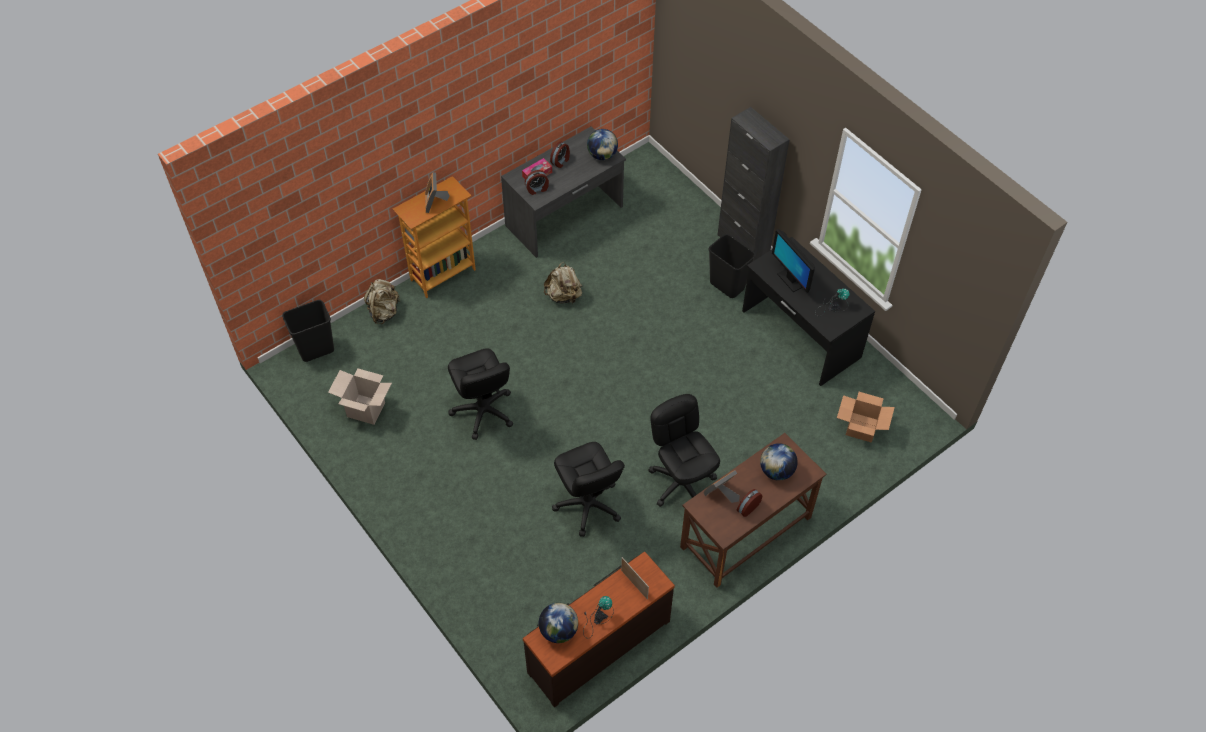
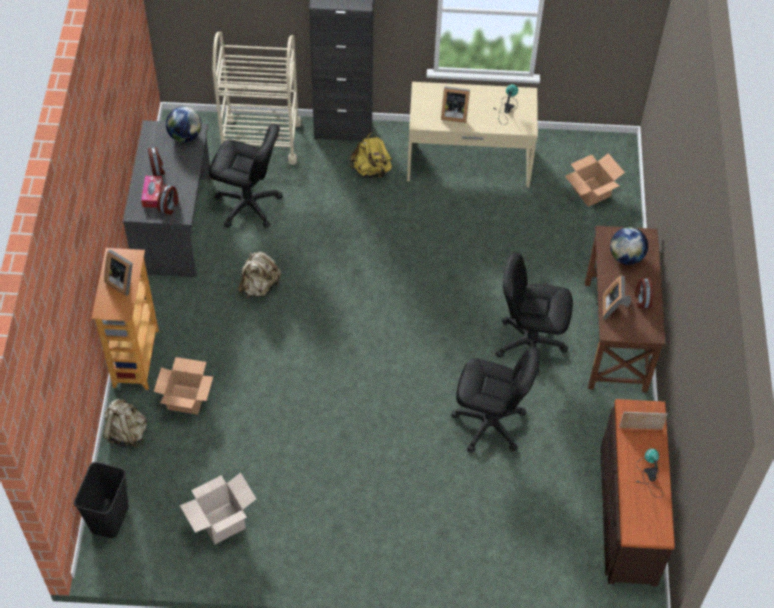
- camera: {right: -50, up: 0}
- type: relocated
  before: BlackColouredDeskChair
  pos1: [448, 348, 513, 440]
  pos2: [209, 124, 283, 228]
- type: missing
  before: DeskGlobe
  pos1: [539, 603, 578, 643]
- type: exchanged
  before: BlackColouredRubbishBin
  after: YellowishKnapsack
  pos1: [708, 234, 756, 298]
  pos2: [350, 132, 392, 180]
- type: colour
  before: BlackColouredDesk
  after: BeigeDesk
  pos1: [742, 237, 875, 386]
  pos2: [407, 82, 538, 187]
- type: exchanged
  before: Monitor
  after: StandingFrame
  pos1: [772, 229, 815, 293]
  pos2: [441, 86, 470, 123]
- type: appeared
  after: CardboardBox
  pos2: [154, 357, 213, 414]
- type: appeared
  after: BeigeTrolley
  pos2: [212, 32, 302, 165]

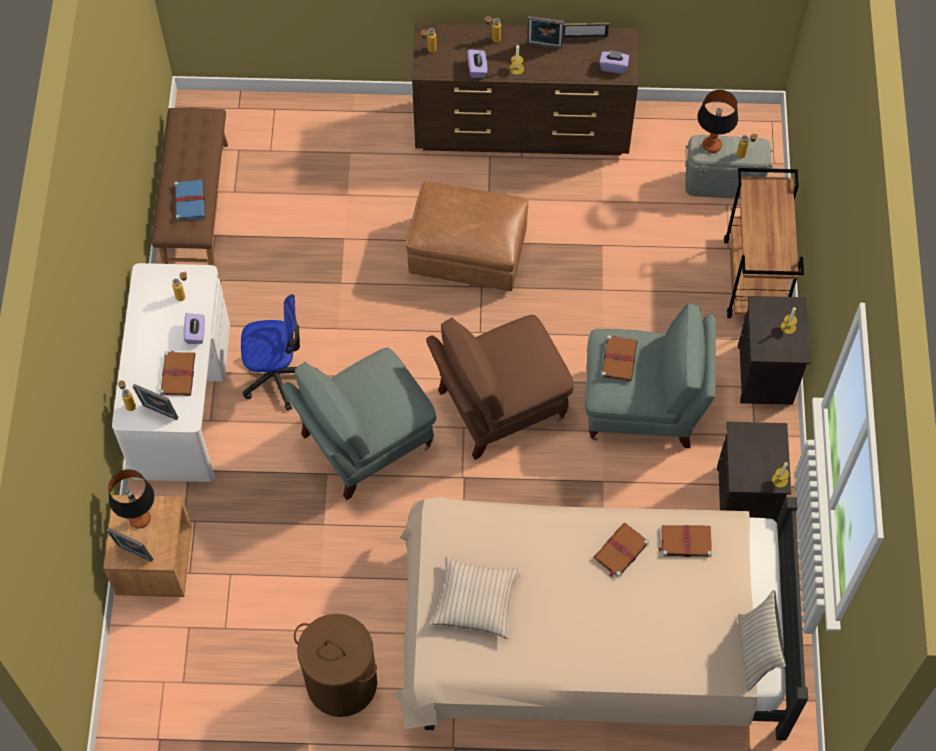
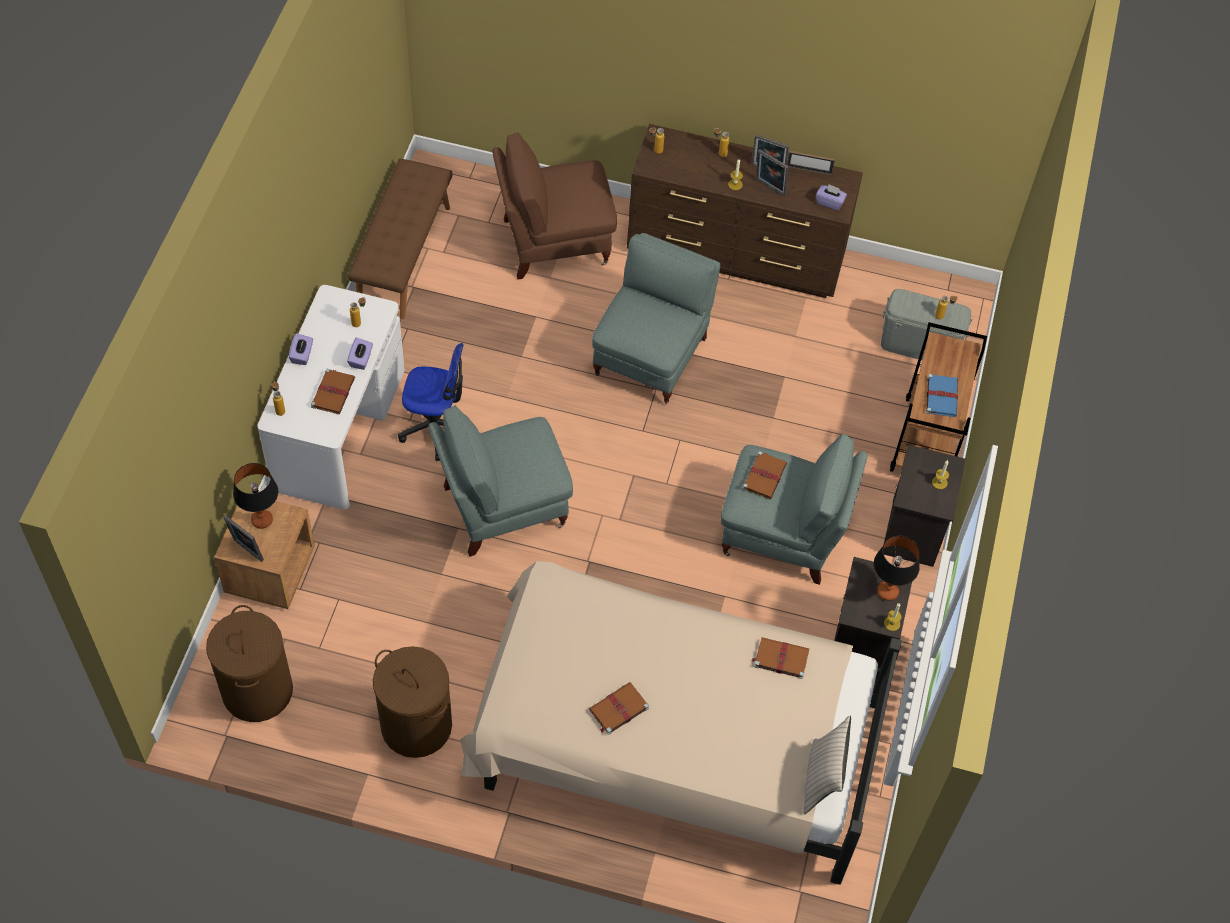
- camera: {right: 10, up: -5}
- type: relocated
  before: StandingFrame
  pos1: [133, 384, 178, 420]
  pos2: [756, 149, 789, 196]
- type: relocated
  before: BluishBook
  pos1: [175, 180, 205, 221]
  pos2: [926, 374, 958, 417]
- type: exchanged
  before: BrownishFootrest
  after: GreyEasyChair
  pos1: [406, 181, 528, 291]
  pos2: [592, 233, 720, 404]
- type: relocated
  before: BrownishEasyChair
  pos1: [426, 315, 574, 460]
  pos2: [492, 132, 617, 280]
- type: missing
  before: BeigePillow
  pos1: [430, 557, 521, 639]
- type: relocated
  before: PurpleBoxOfTissues
  pos1: [467, 49, 487, 78]
  pos2: [289, 333, 313, 365]
- type: relocated
  before: BrownishBook
  pos1: [594, 523, 649, 578]
  pos2: [589, 682, 649, 735]
- type: relocated
  before: LampForATable
  pos1: [697, 90, 738, 153]
  pos2: [874, 536, 920, 601]
- type: appeared
  after: BrownishLaundryBasket
  pos2: [206, 605, 293, 722]

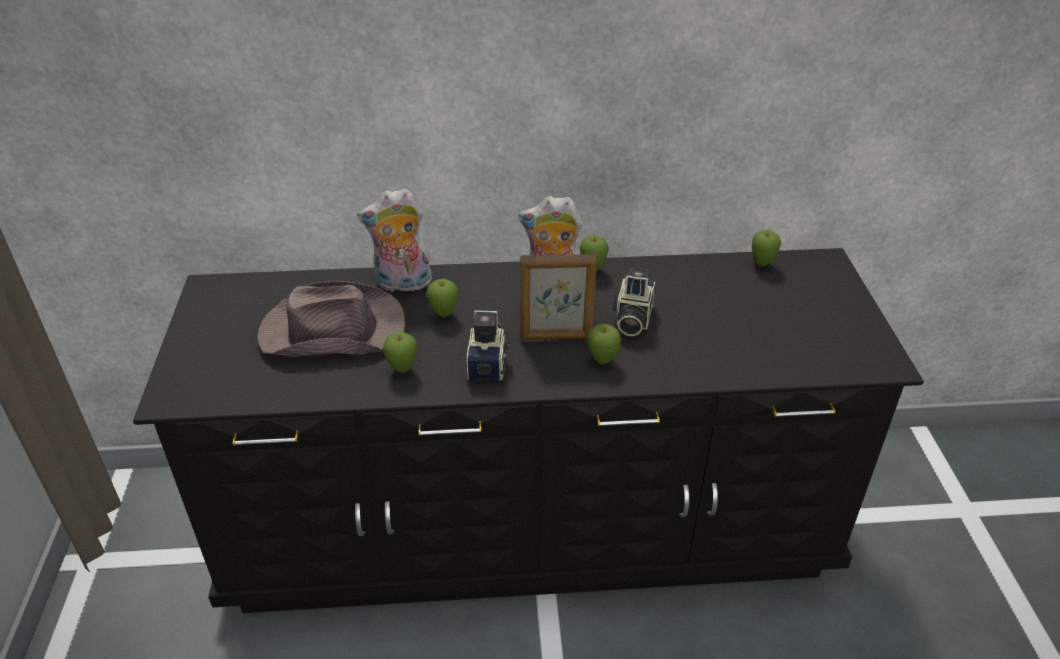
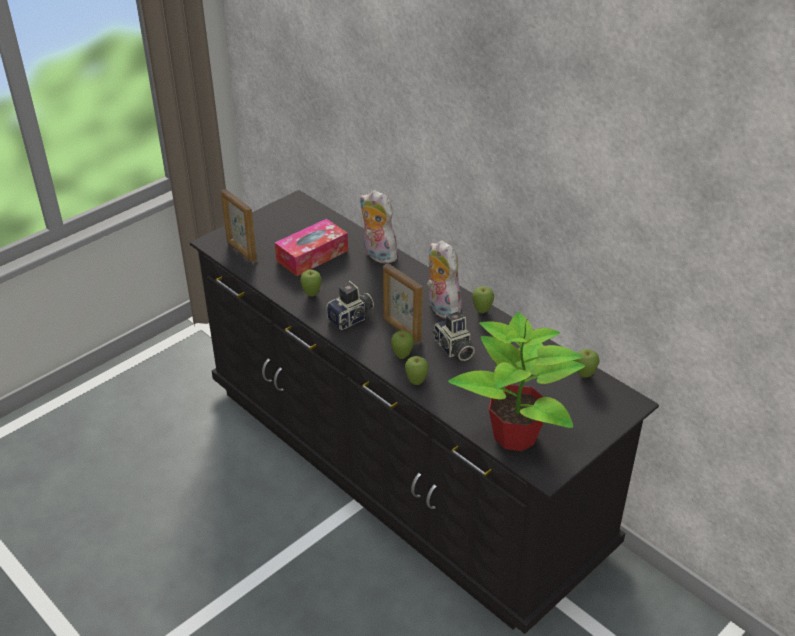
- camera: {right: 50, up: 0}
- type: exchanged
  before: BrownishHat
  after: BoxOfTissues
  pos1: [257, 281, 405, 357]
  pos2: [275, 219, 348, 276]
- type: relocated
  before: AppleFruit
  pos1: [426, 279, 459, 317]
  pos2: [405, 356, 429, 385]
- type: spun
  before: PhotoCamera
  pos1: [612, 268, 655, 336]
  pos2: [432, 312, 475, 361]
  turn: -90
- type: appeared
  after: StandingFrame
  pos2: [221, 189, 257, 262]
- type: appeared
  after: Houseplant
  pos2: [448, 312, 585, 451]

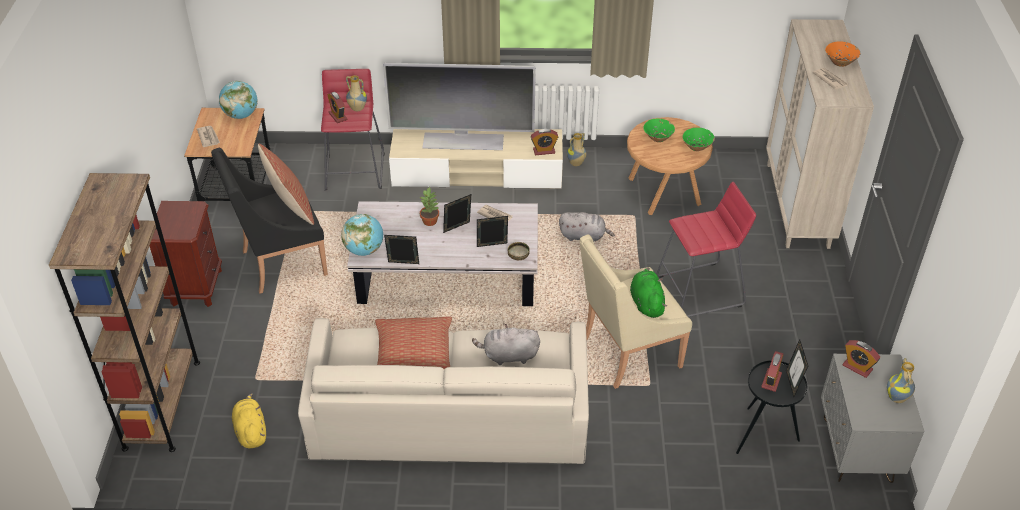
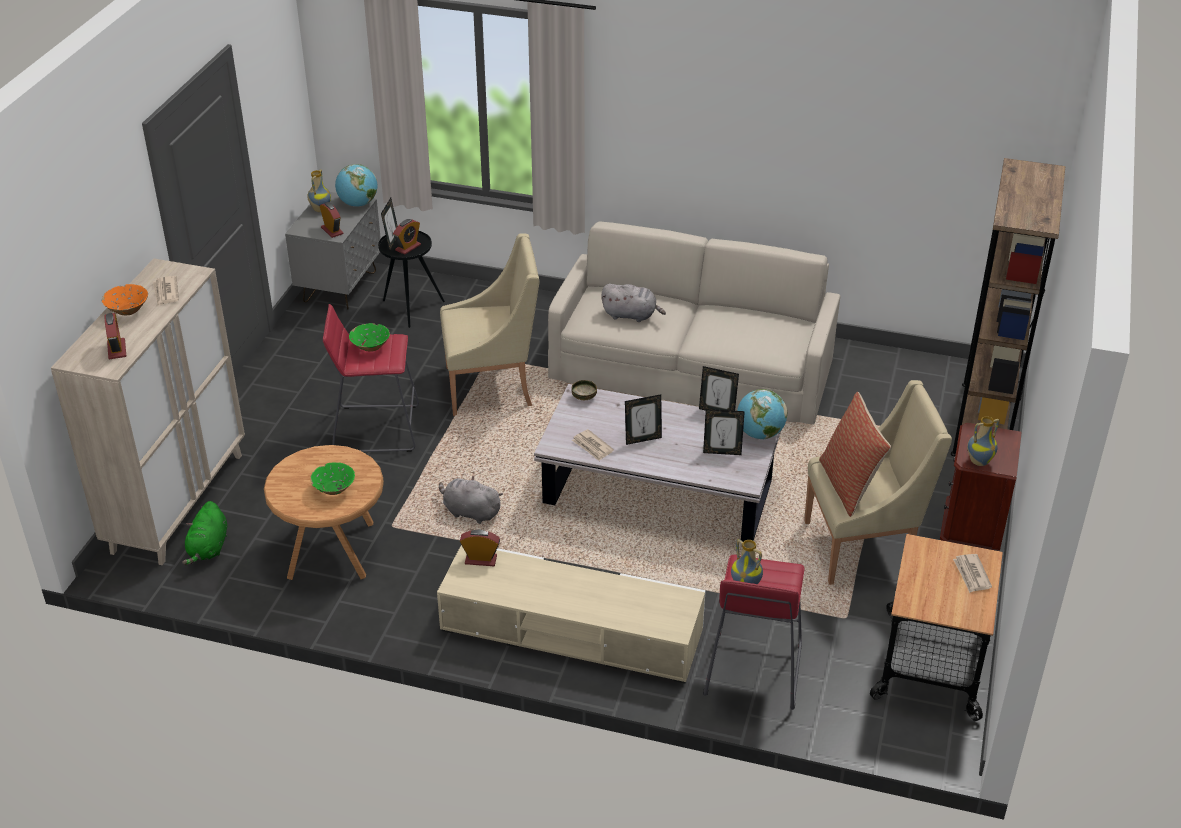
- camera: {right: -165, up: -5}
- type: colour
  before: BlackColouredEasyChair
  after: BeigeEasyChair
  pos1: [211, 148, 328, 294]
  pos2: [804, 380, 952, 585]
- type: relocated
  before: DeskGlobe
  pos1: [219, 81, 258, 119]
  pos2: [335, 164, 377, 207]
- type: missing
  before: YellowishCuddlyToy
  pos1: [232, 393, 266, 449]
- type: relocated
  before: AlarmClock
  pos1: [327, 92, 348, 123]
  pos2: [105, 313, 126, 359]
- type: missing
  before: Pillow
  pos1: [375, 316, 452, 369]
- type: missing
  before: Television
  pos1: [383, 63, 536, 150]
- type: missing
  before: Houseplant
  pos1: [420, 187, 439, 226]
- type: relocated
  before: StandingFrame
  pos1: [477, 216, 508, 247]
  pos2: [703, 409, 745, 455]
- type: relocated
  before: Vase
  pos1: [567, 133, 586, 166]
  pos2: [967, 416, 1000, 466]
- type: relocated
  before: GreenColouredCuddlyToy
  pos1: [630, 267, 667, 318]
  pos2: [182, 501, 227, 565]
- type: relocated
  before: GreenColouredBowl
  pos1: [682, 128, 715, 151]
  pos2: [349, 323, 390, 352]

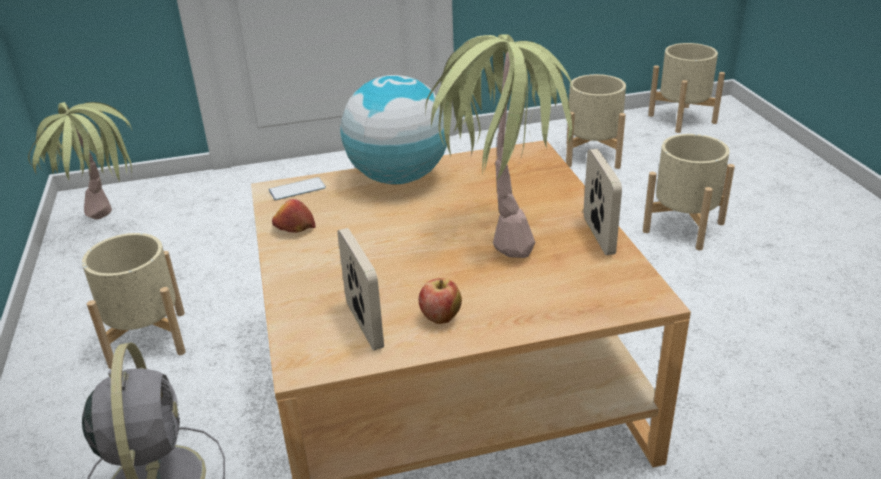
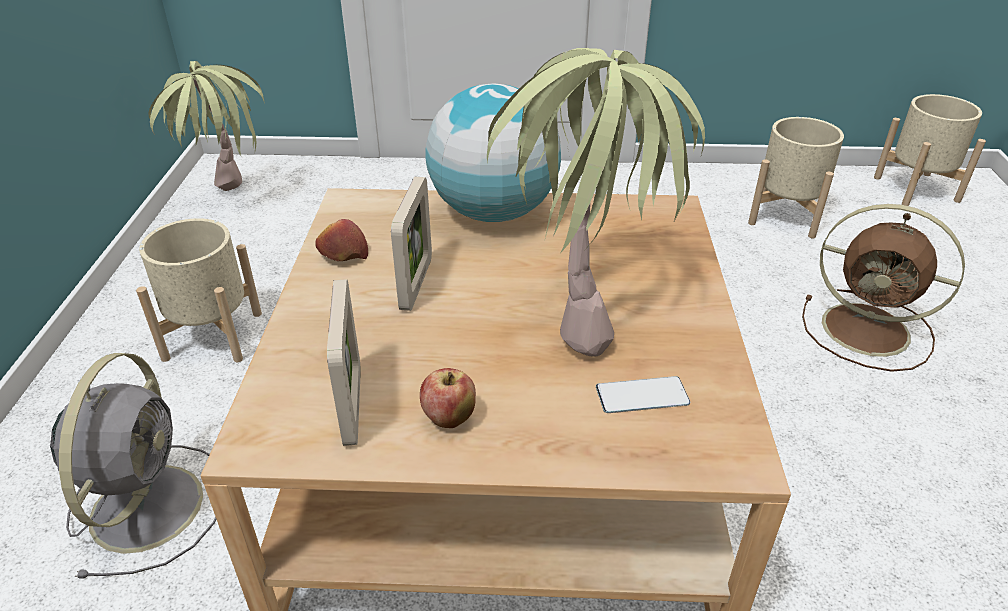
- camera: {right: 15, up: 5}
- type: relocated
  before: Phone
  pos1: [269, 177, 326, 200]
  pos2: [596, 376, 690, 413]
- type: relocated
  before: StandingFrame
  pos1: [583, 149, 622, 255]
  pos2: [391, 177, 432, 311]
- type: exchanged
  before: BeigeFlowerPot
  after: BrownishCoolingFan
  pos1: [643, 134, 735, 250]
  pos2: [802, 204, 965, 372]

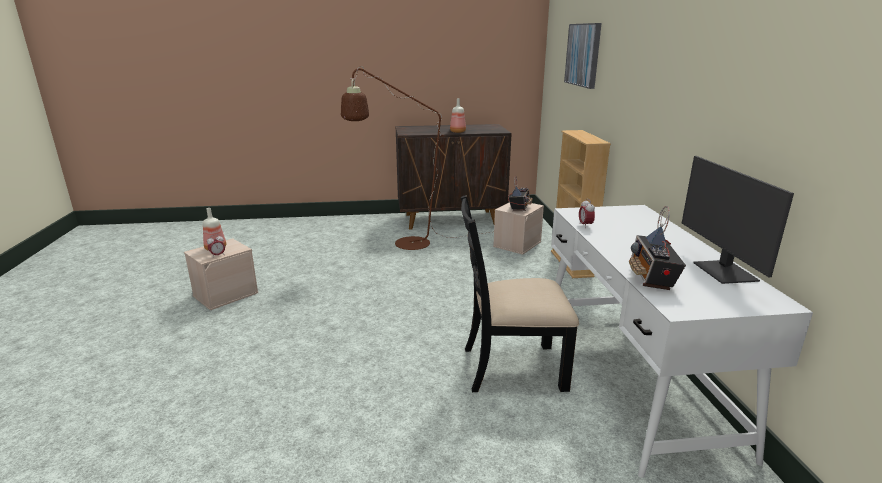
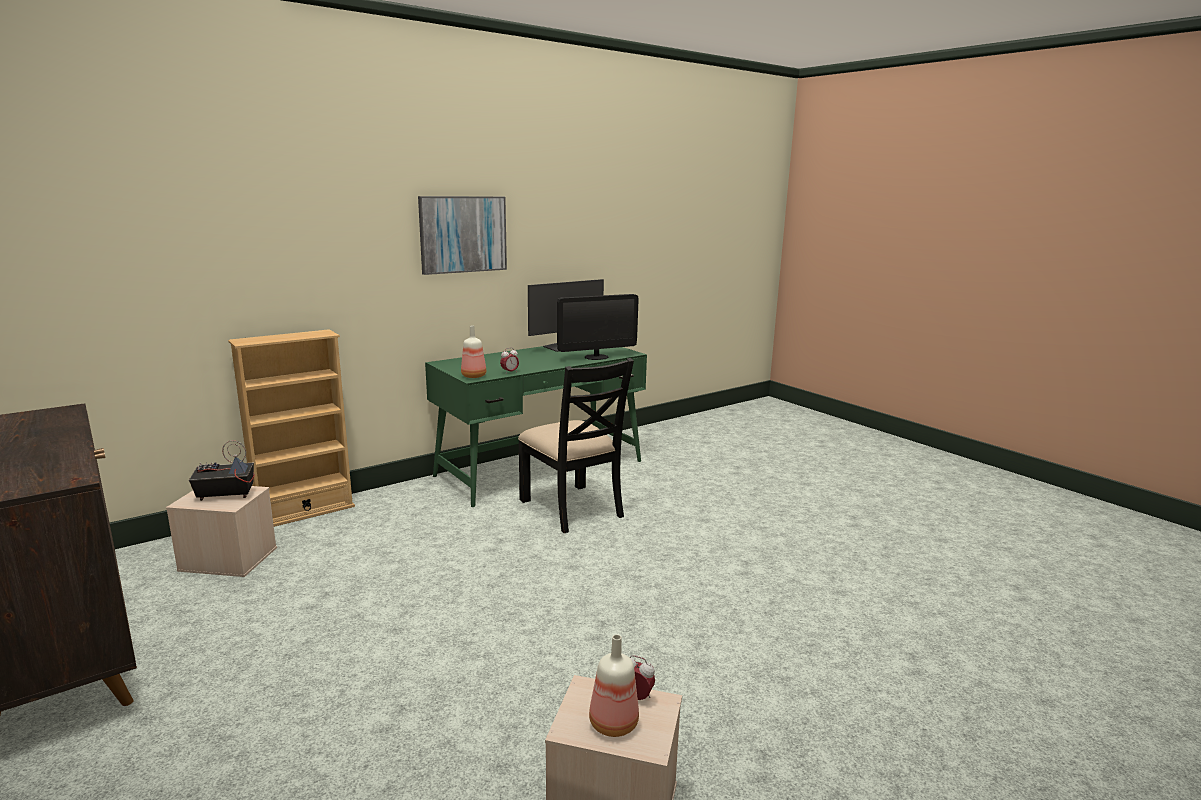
- camera: {right: -120, up: -5}
- type: missing
  before: BrownishFloorLamp
  pos1: [341, 66, 490, 250]
- type: relocated
  before: Bottle
  pos1: [450, 98, 466, 133]
  pos2: [461, 325, 486, 378]
- type: colour
  before: WhitishDesk
  after: GreenColouredDesk
  pos1: [551, 205, 813, 478]
  pos2: [425, 346, 647, 507]
- type: relocated
  before: WallPicture
  pos1: [564, 23, 602, 89]
  pos2: [418, 196, 507, 275]
- type: exchanged
  before: RadioSet
  after: Monitor
  pos1: [629, 206, 686, 290]
  pos2: [557, 294, 639, 360]

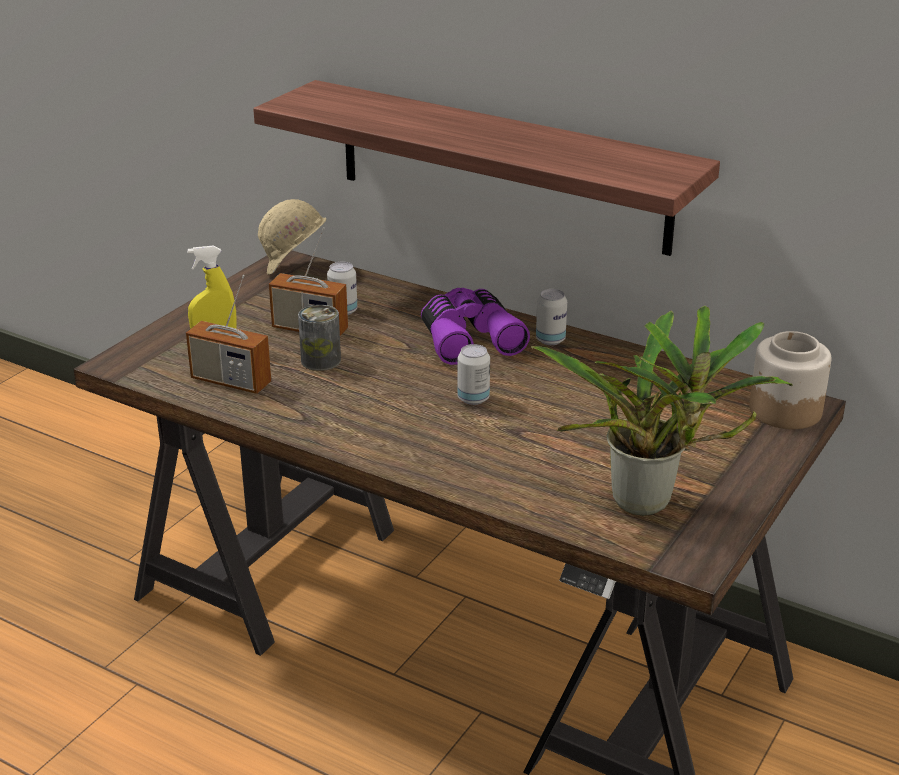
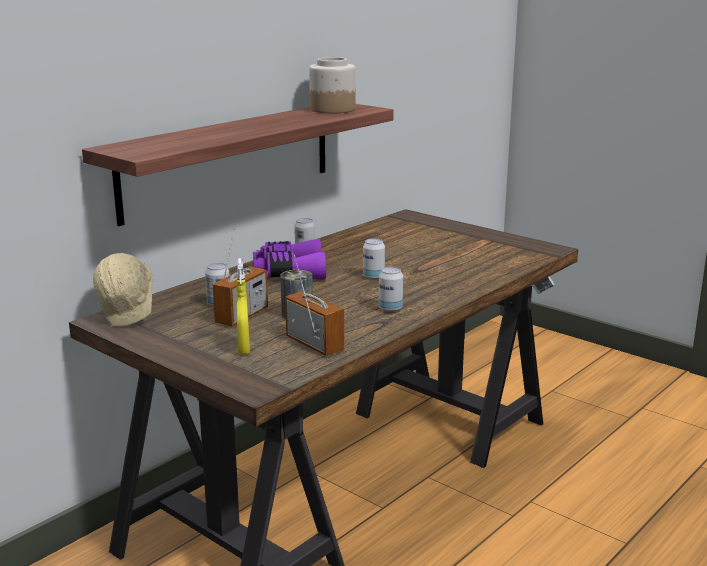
- camera: {right: -80, up: -10}
- type: spun
  before: RadioSet
  pos1: [186, 275, 271, 394]
  pos2: [285, 255, 344, 356]
  turn: -75
- type: missing
  before: Houseplant
  pos1: [532, 306, 793, 516]
- type: relocated
  before: Jar
  pos1: [749, 331, 832, 429]
  pos2: [309, 57, 355, 113]
- type: appeared
  after: Can
  pos2: [379, 267, 403, 312]

